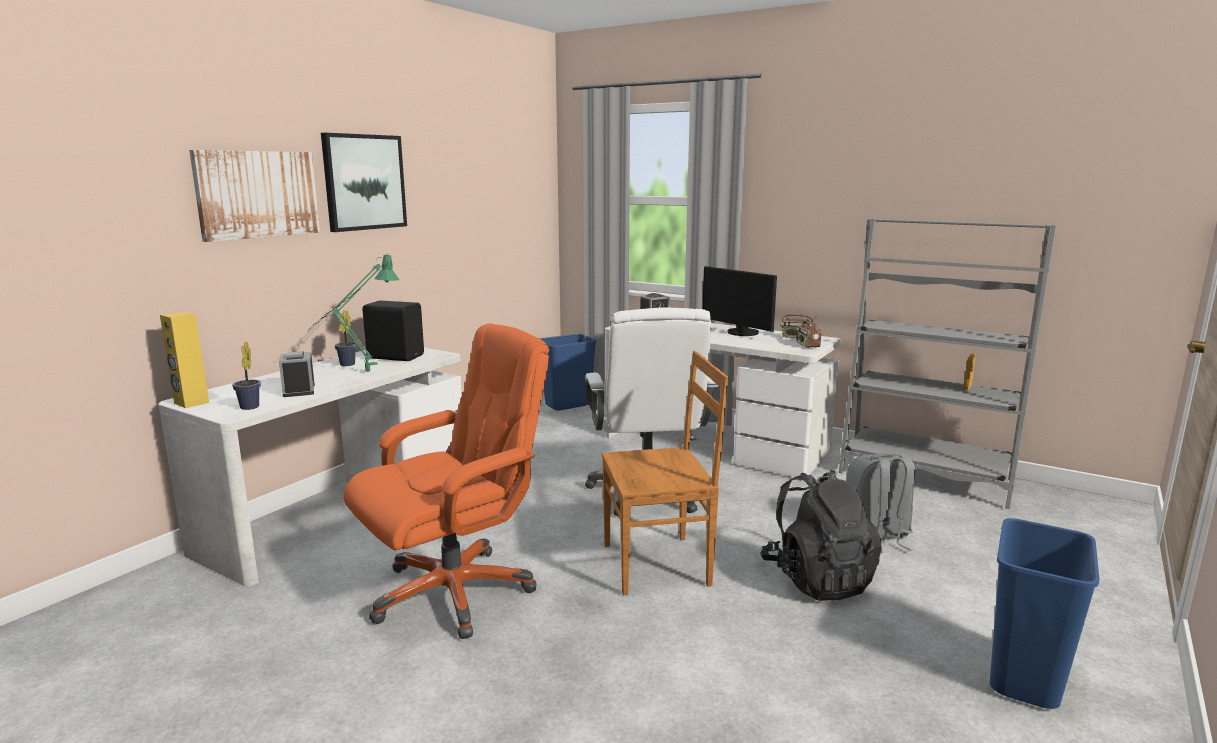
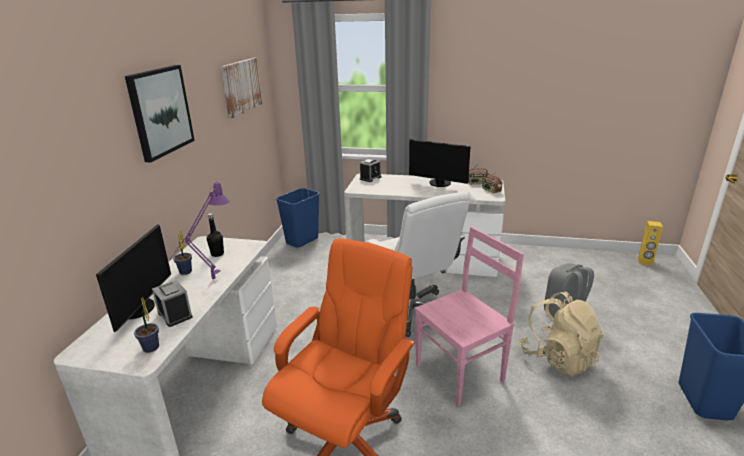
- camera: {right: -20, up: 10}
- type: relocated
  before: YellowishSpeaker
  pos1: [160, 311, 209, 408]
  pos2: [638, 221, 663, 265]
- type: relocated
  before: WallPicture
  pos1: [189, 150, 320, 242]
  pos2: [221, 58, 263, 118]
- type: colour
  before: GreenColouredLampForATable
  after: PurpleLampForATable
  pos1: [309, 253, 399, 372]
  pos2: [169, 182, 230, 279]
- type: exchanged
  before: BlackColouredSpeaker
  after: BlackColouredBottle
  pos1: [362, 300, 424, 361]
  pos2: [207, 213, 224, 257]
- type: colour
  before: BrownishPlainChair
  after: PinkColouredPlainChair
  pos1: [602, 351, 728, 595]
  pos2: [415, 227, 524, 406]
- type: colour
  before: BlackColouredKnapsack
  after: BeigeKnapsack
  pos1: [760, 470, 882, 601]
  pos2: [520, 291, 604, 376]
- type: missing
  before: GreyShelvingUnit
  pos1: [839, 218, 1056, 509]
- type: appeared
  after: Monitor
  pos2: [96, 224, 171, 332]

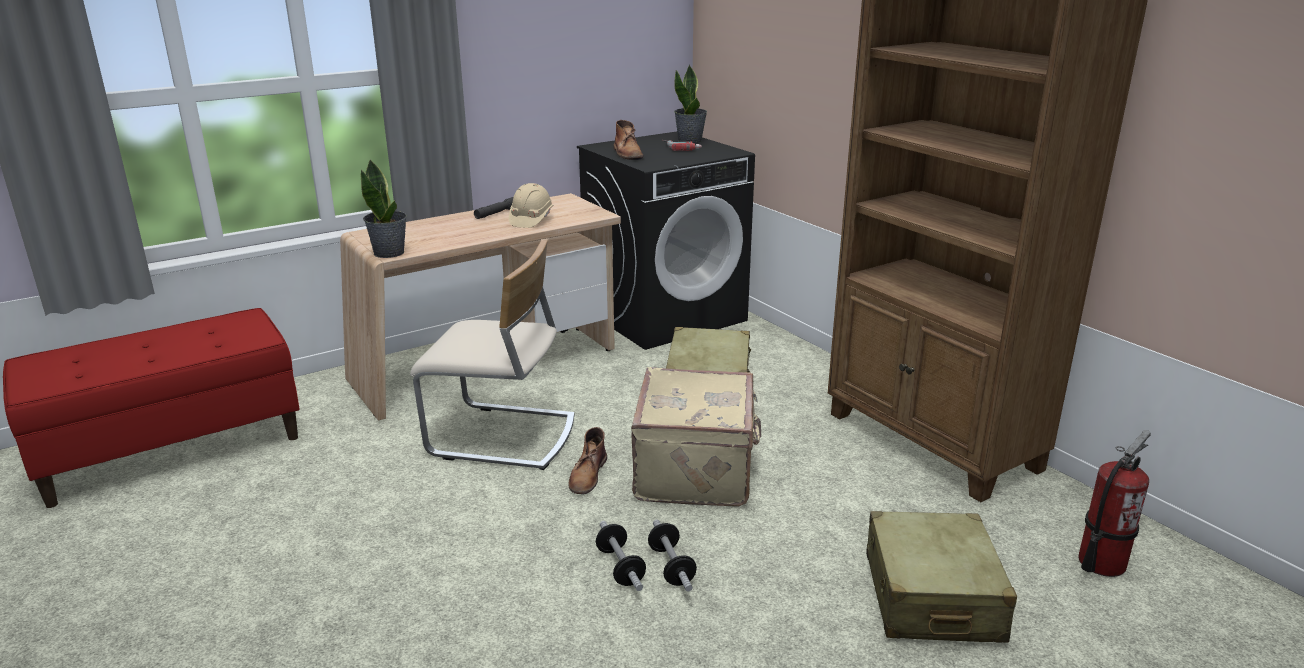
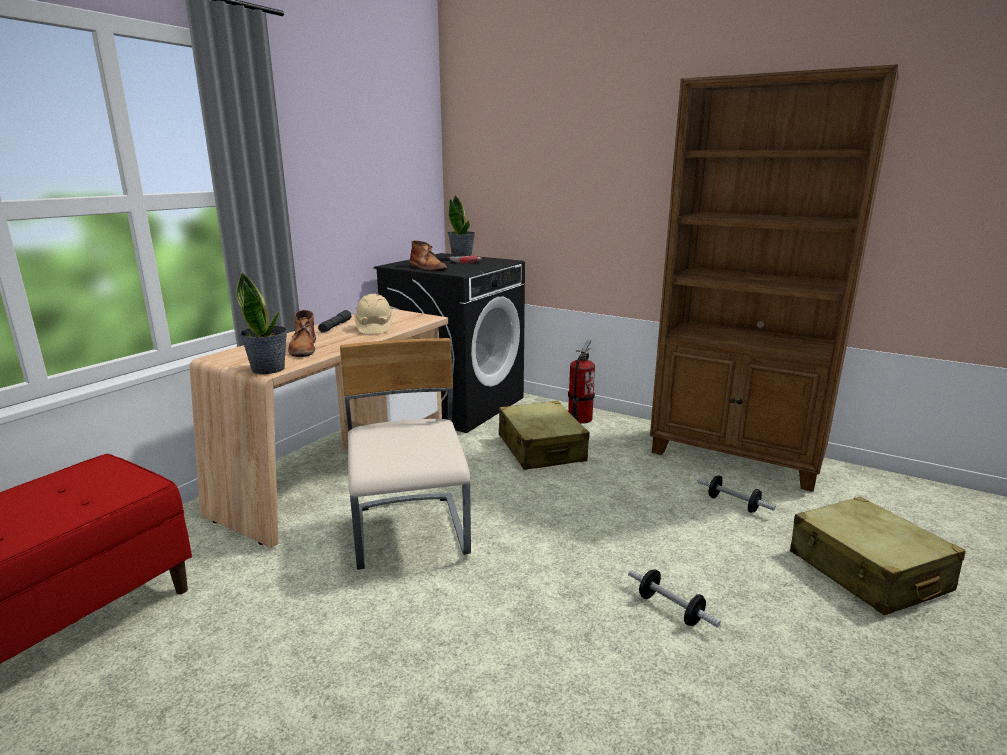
- camera: {right: -25, up: -5}
- type: spun
  before: BeigePlainChair
  pos1: [410, 240, 574, 470]
  pos2: [340, 338, 471, 570]
  turn: -90
- type: relocated
  before: BrownishBoot
  pos1: [569, 427, 607, 494]
  pos2: [288, 310, 316, 357]
- type: relocated
  before: Dumbbell
  pos1: [596, 521, 646, 591]
  pos2: [697, 475, 776, 513]
- type: missing
  before: BeigeTravelCase
  pos1: [631, 367, 761, 506]
- type: relocated
  before: Extinguisher
  pos1: [1078, 430, 1151, 577]
  pos2: [568, 340, 595, 424]

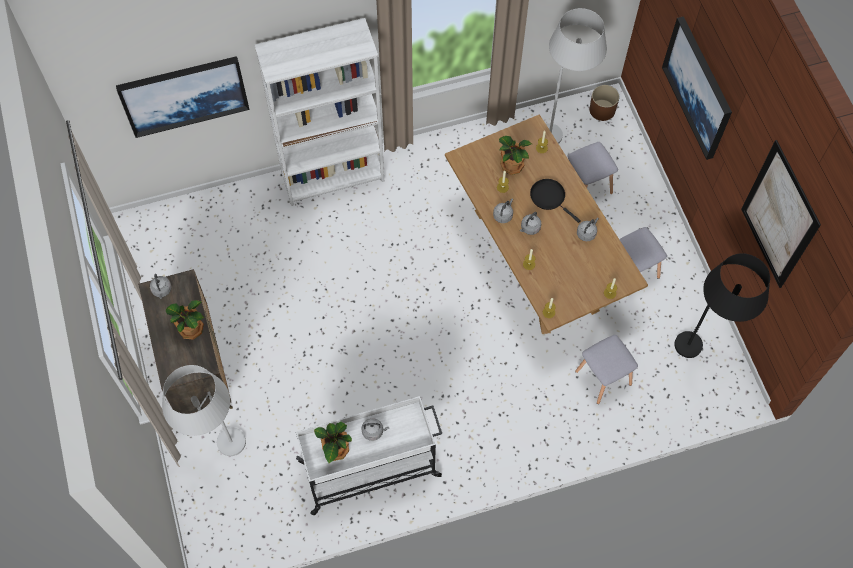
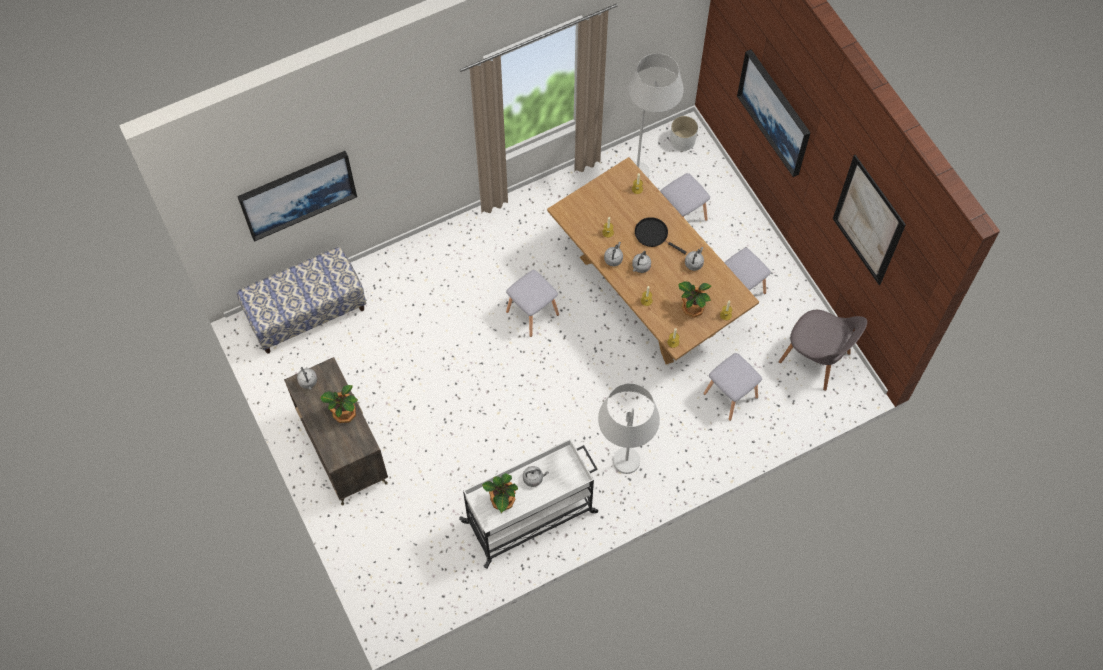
- camera: {right: -10, up: 0}
- type: relocated
  before: WhitishFloorLamp
  pos1: [162, 365, 246, 456]
  pos2: [598, 383, 660, 474]
- type: missing
  before: WhitishShelvingUnit
  pos1: [254, 18, 384, 206]
- type: relocated
  before: Houseplant
  pos1: [499, 136, 532, 175]
  pos2: [678, 282, 711, 318]
- type: colour
  before: BrownishFlowerPot
  after: WhitishFlowerPot
  pos1: [589, 85, 619, 121]
  pos2: [670, 116, 698, 151]
- type: exchanged
  before: BlackColouredFloorLamp
  after: GreyPlainChair
  pos1: [674, 253, 770, 358]
  pos2: [779, 310, 867, 391]
- type: appeared
  after: IndoorBench
  pos2: [237, 246, 366, 354]
- type: appeared
  after: GreyStool
  pos2: [506, 270, 559, 337]

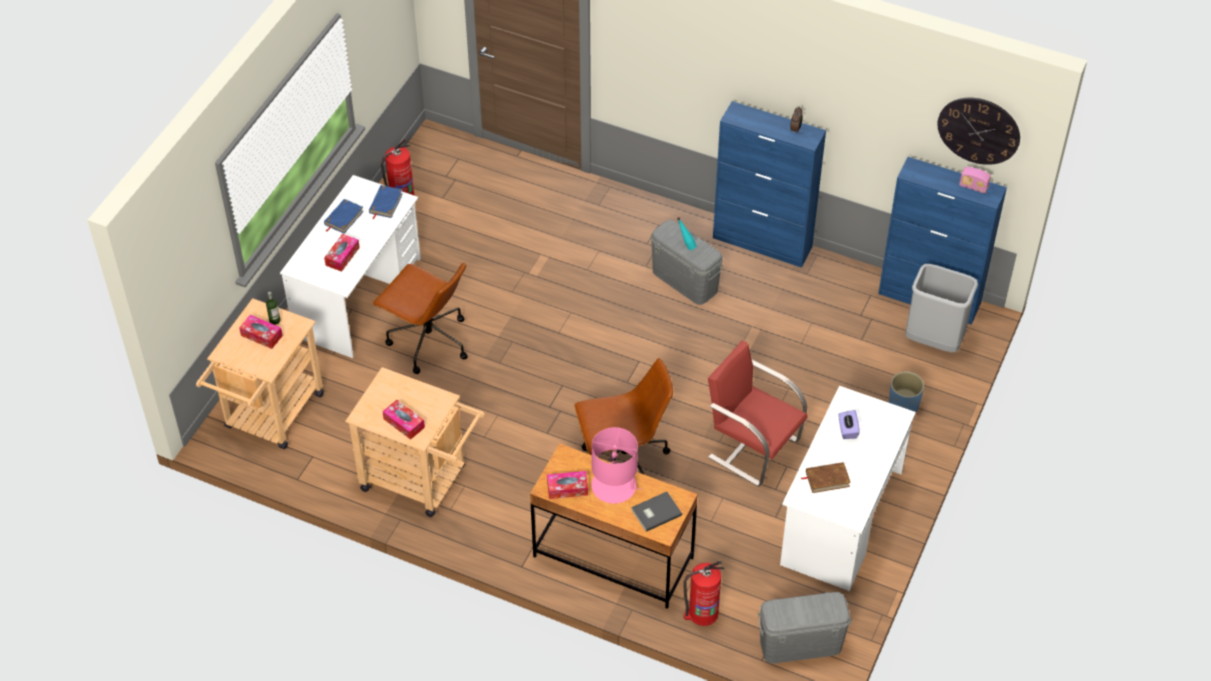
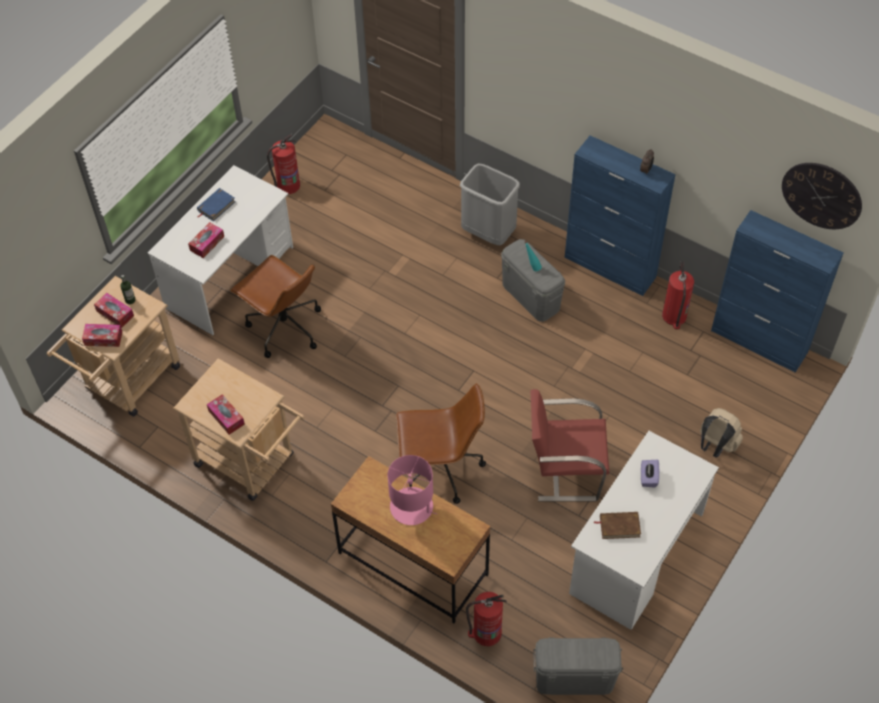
- camera: {right: 10, up: 5}
- type: missing
  before: BluishBook
  pos1: [369, 185, 403, 219]
- type: relocated
  before: BoxOfTissues
  pos1: [547, 471, 588, 499]
  pos2: [82, 324, 122, 347]
- type: missing
  before: GreyBook
  pos1: [631, 492, 682, 532]
- type: spun
  before: ReddishPlainChair
  pos1: [708, 341, 807, 487]
  pos2: [530, 389, 609, 501]
  turn: -45
- type: exchanged
  before: BluishFlowerPot
  after: BeigeKnapsack
  pos1: [889, 371, 924, 412]
  pos2: [700, 408, 743, 458]
- type: relocated
  before: GreyRubbishBin
  pos1: [905, 264, 978, 352]
  pos2: [460, 163, 520, 246]
- type: missing
  before: RadioSet
  pos1: [959, 167, 991, 194]
- type: appeared
  after: Extinguisher
  pos2: [662, 261, 694, 329]

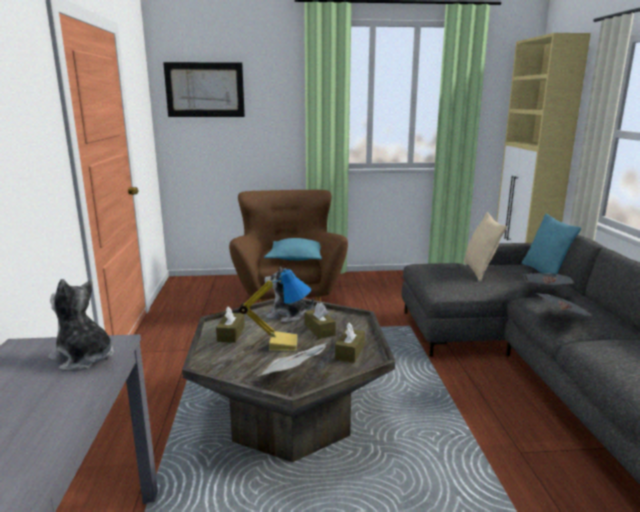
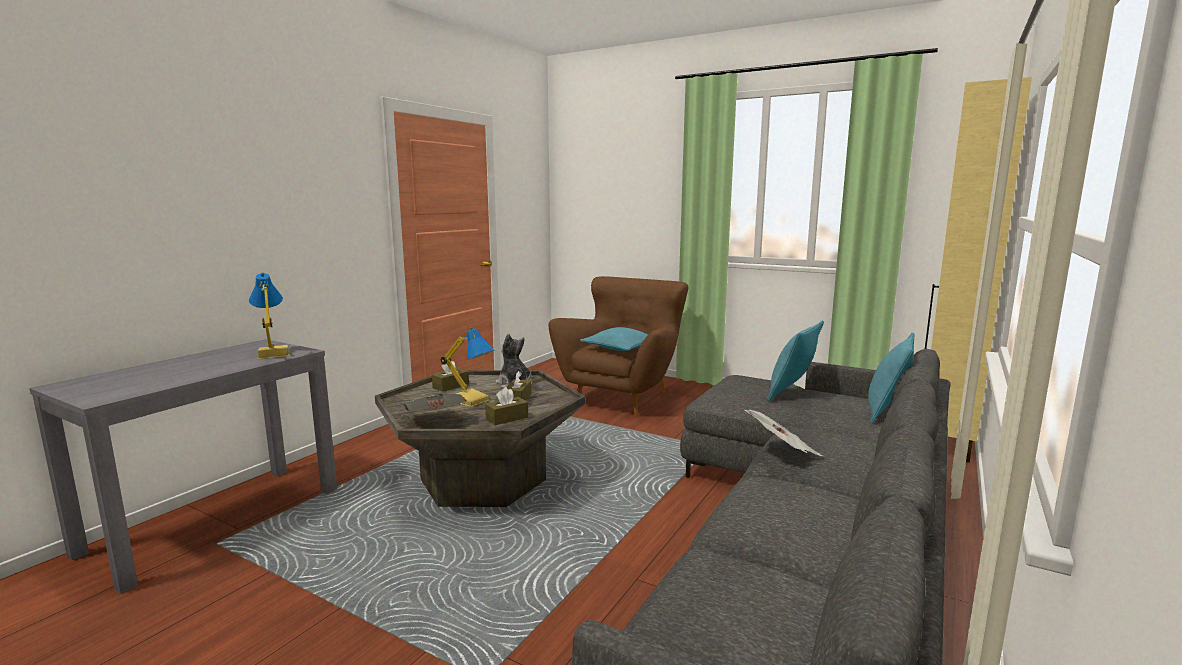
- camera: {right: 35, up: -5}
- type: exchanged
  before: CuddlyToy
  after: LampForATable
  pos1: [49, 279, 114, 371]
  pos2: [249, 272, 289, 359]
- type: missing
  before: WallPicture
  pos1: [163, 62, 245, 117]
- type: colour
  before: BeigePillow
  after: TurquoiseColouredPillow
  pos1: [463, 212, 507, 281]
  pos2: [767, 320, 824, 402]
- type: missing
  before: PrintedPaper
  pos1: [523, 273, 574, 285]

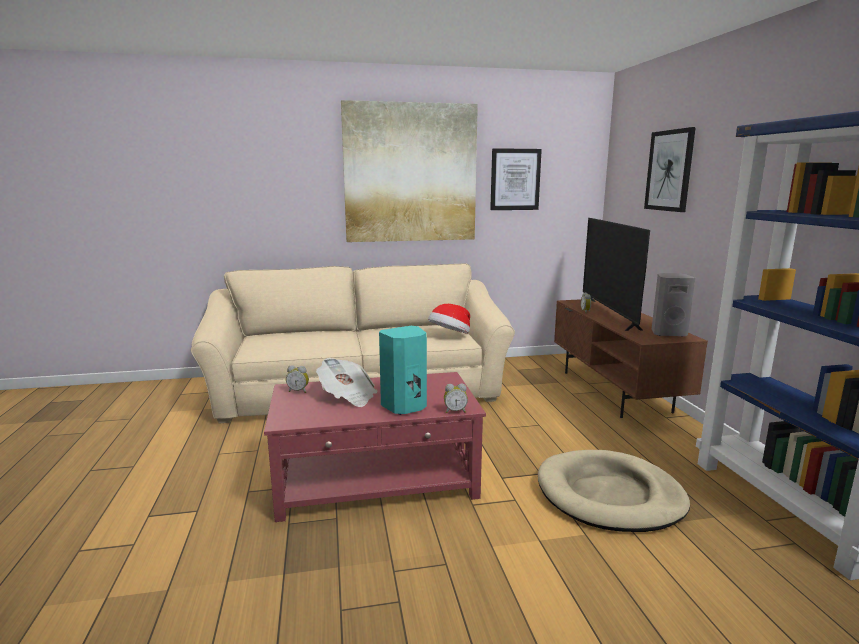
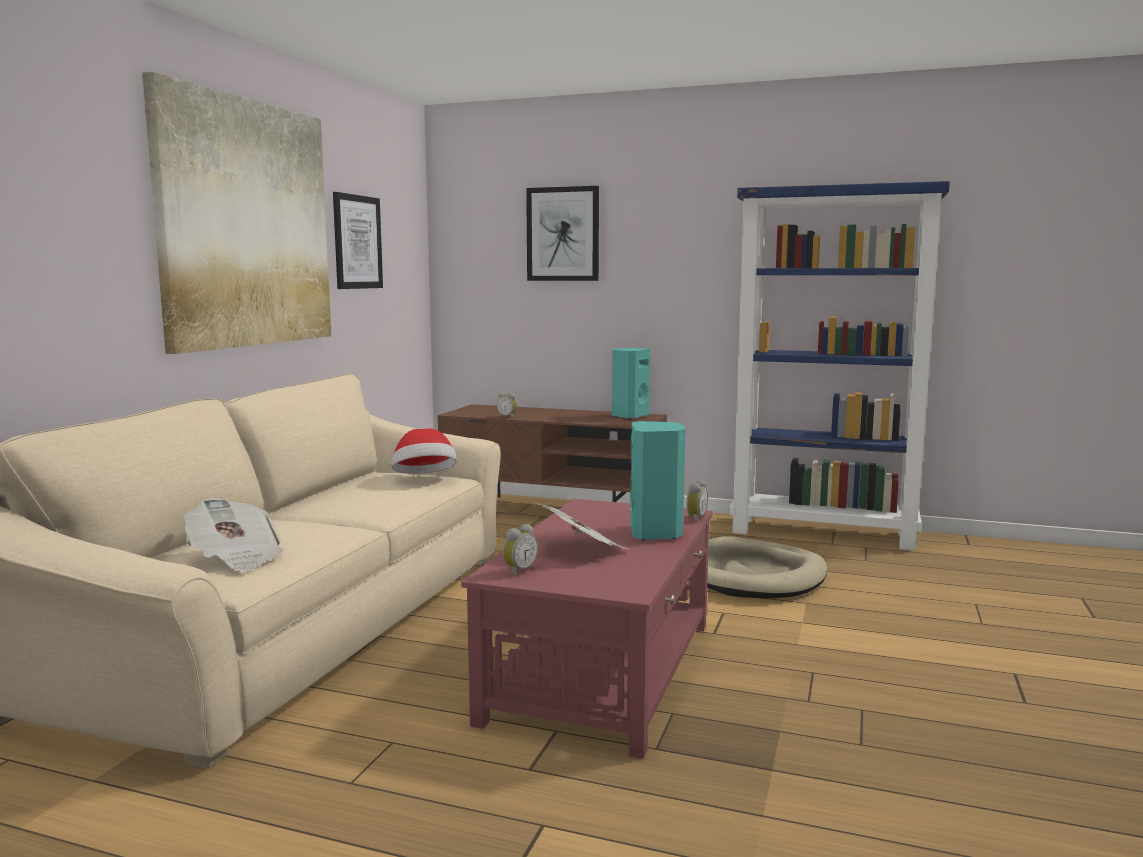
- camera: {right: -60, up: -5}
- type: missing
  before: Television
  pos1: [583, 218, 650, 331]
- type: colour
  before: GreySpeaker
  after: TurquoiseColouredSpeaker
  pos1: [652, 273, 695, 337]
  pos2: [612, 348, 651, 419]
- type: appeared
  after: PrintedPaper
  pos2: [184, 498, 283, 572]

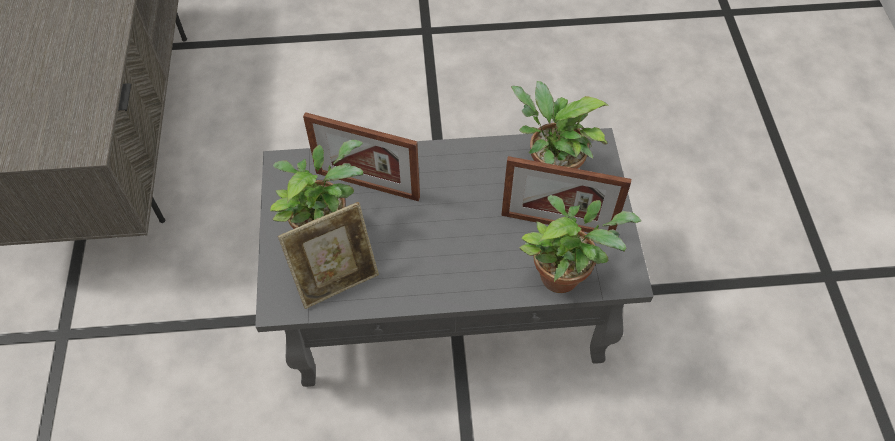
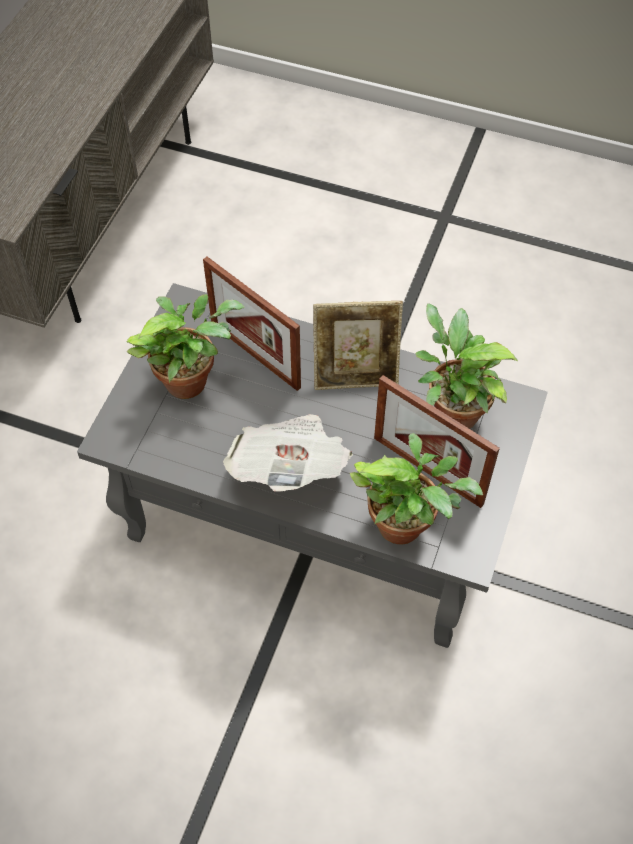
- camera: {right: 25, up: 0}
- type: relocated
  before: StandingFrame
  pos1: [278, 202, 379, 309]
  pos2: [313, 301, 403, 390]
- type: appeared
  after: PrintedPaper
  pos2: [223, 414, 353, 492]

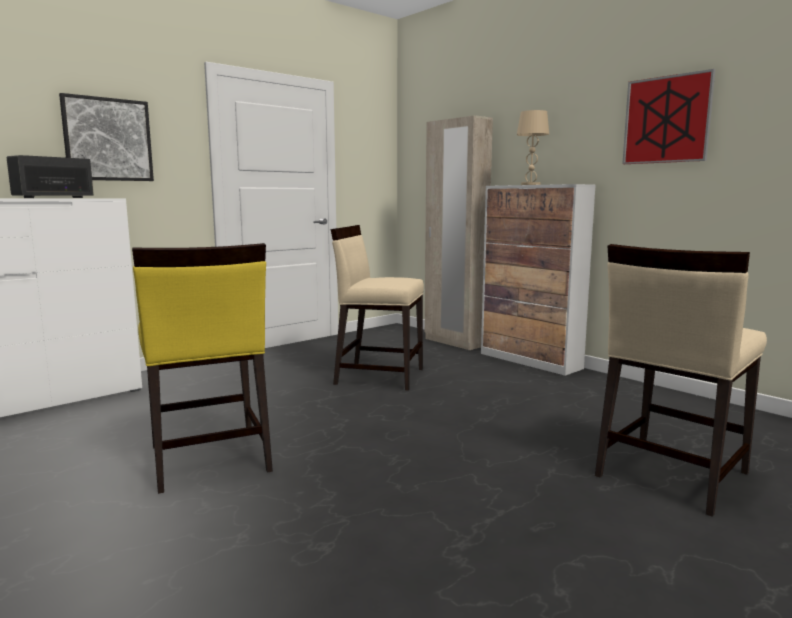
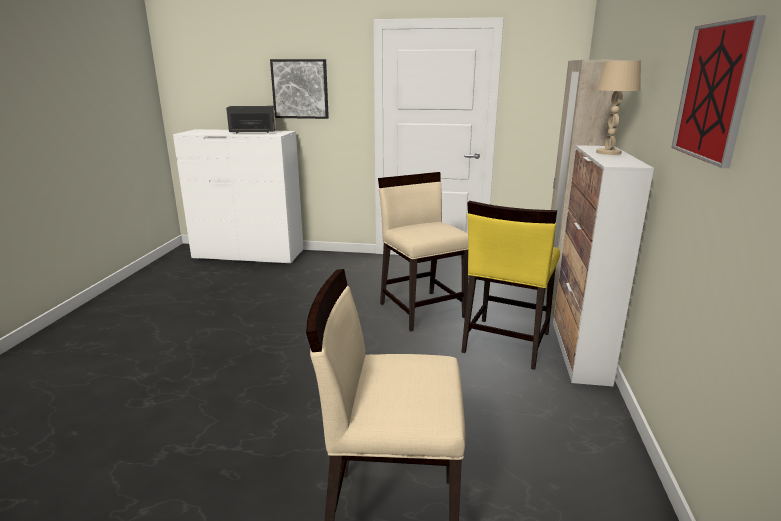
- camera: {right: 50, up: 10}
- type: relocated
  before: YellowishPlainChair
  pos1: [132, 243, 273, 494]
  pos2: [461, 201, 560, 370]

